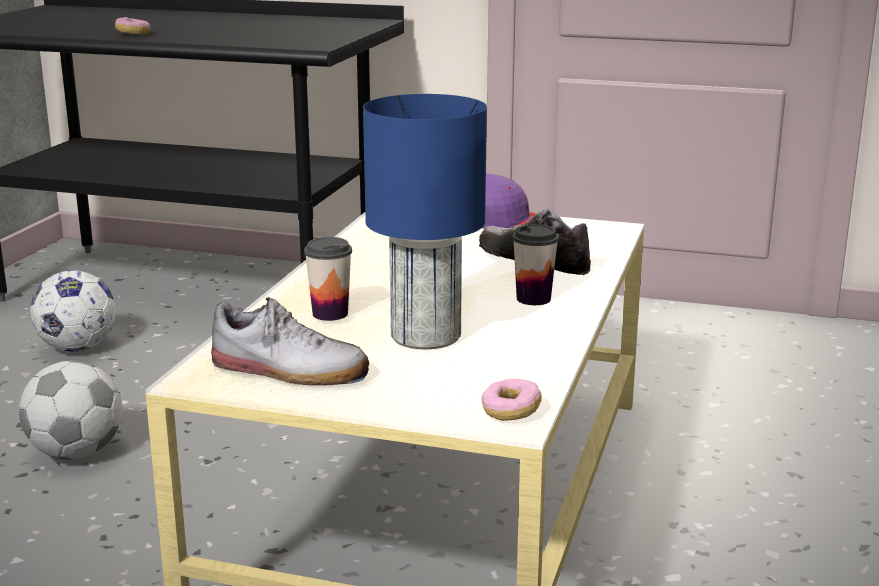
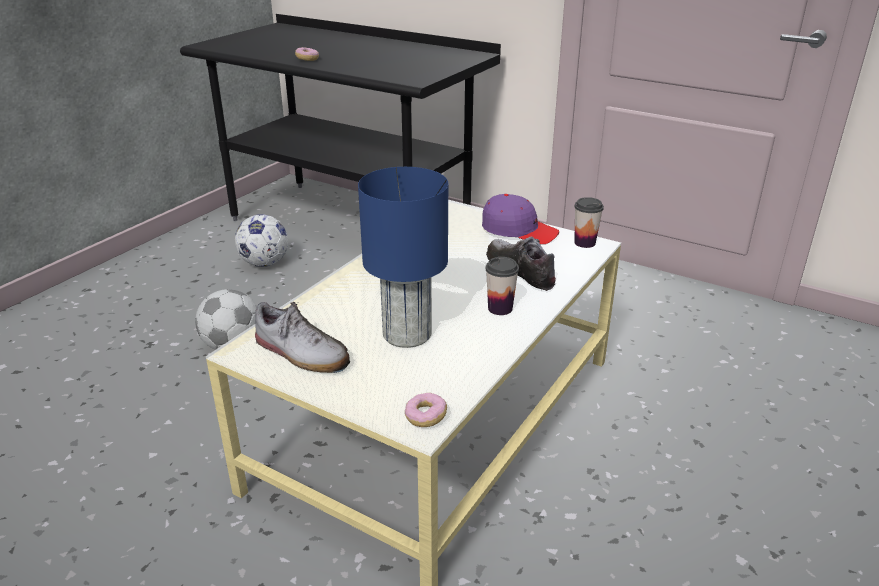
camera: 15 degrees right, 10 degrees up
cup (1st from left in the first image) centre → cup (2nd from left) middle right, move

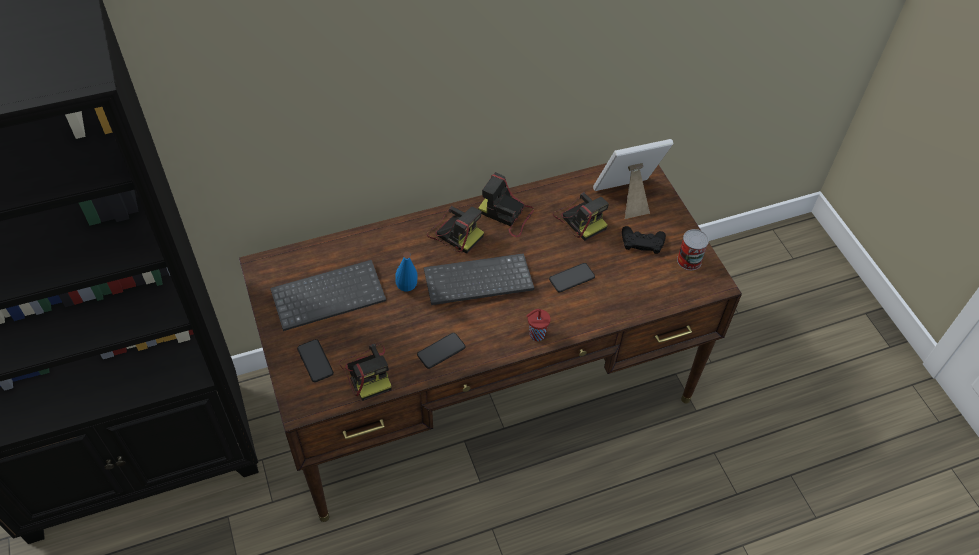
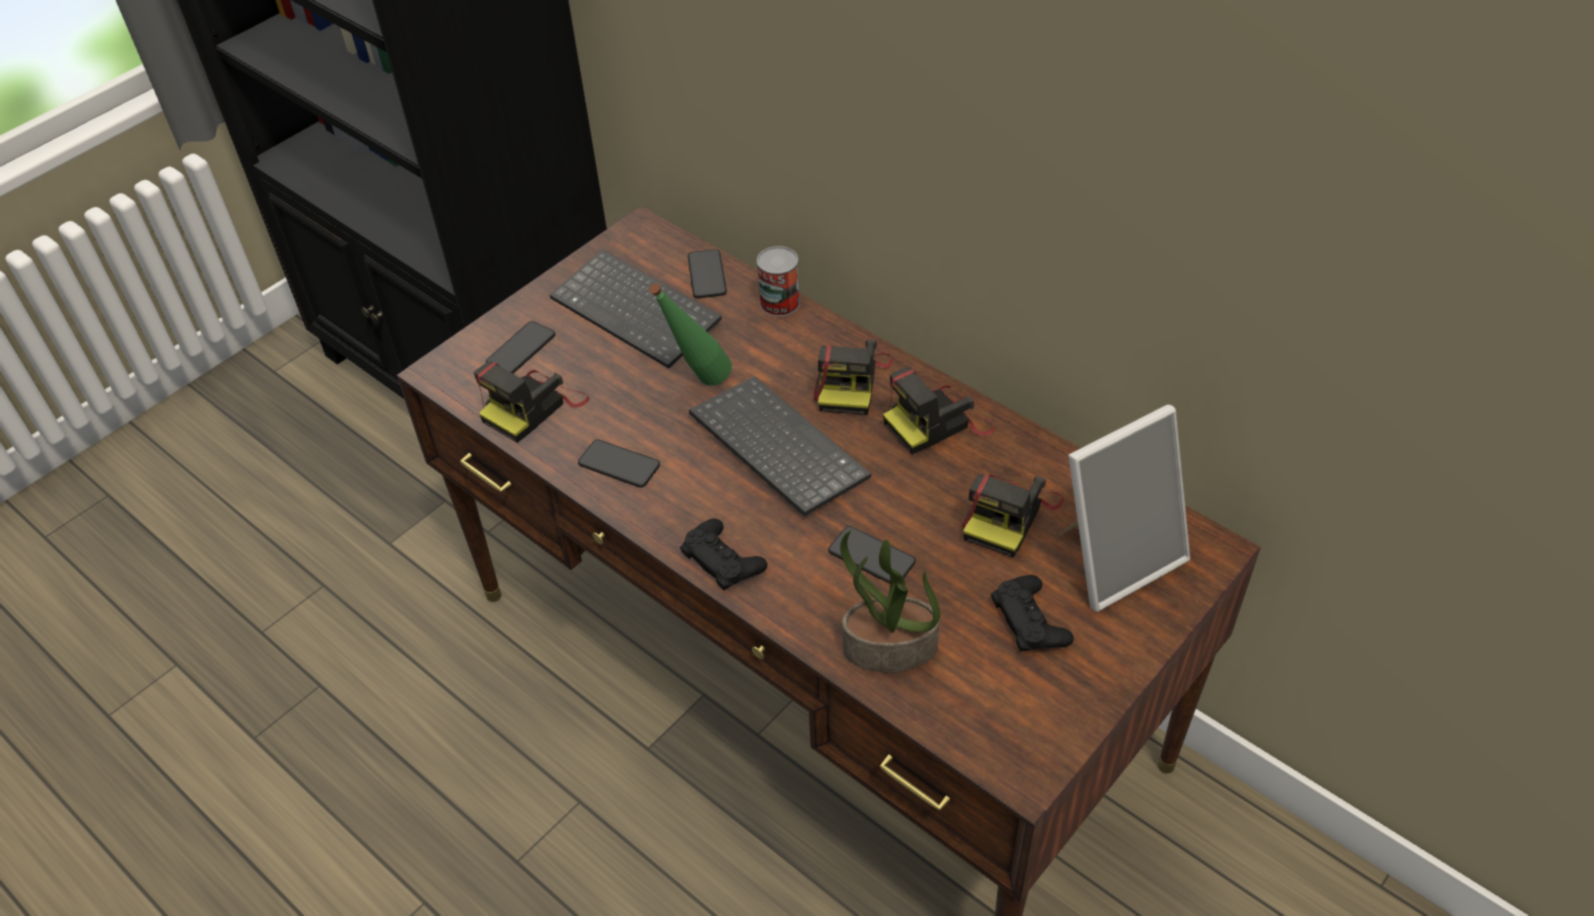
camera: 65 degrees right, 5 degrees down
bottle in blue centre → bottle in green centre
photo camera (3rd from left) centre, 120 degrees counterclockwise
cup in red centre → game controller in black (1st from left) centre
picture frame top centre → picture frame middle right, 105 degrees clockwise
can middle right → can top centre, move
- → phone (3rd from left) top centre
- → potted plant centre

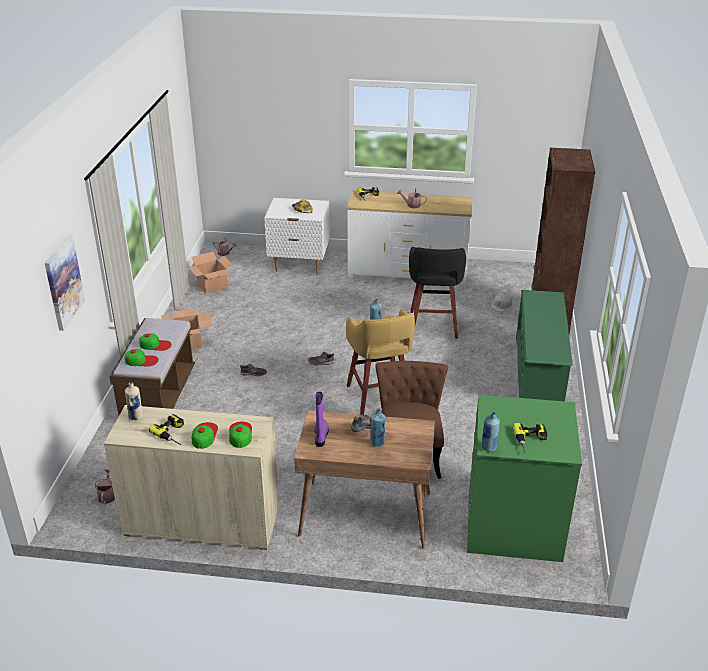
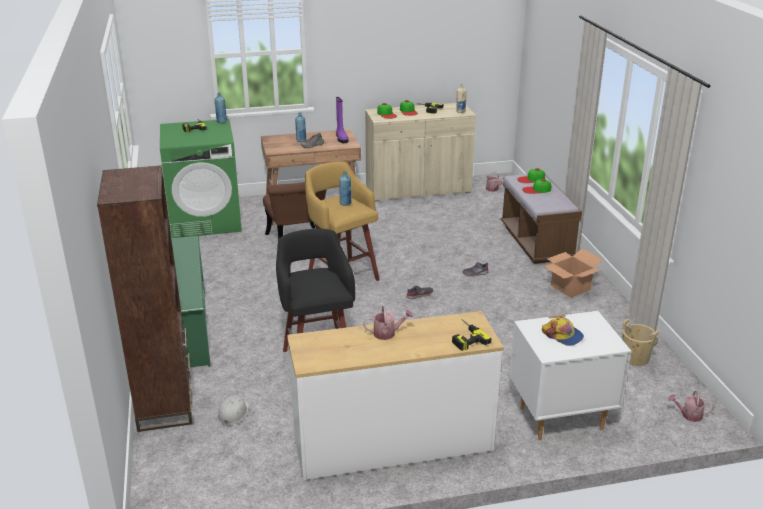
camera: 160 degrees right, 5 degrees down
picture middle left → -
cardboard box (2nd from left) middle left → bucket in beige bottom right

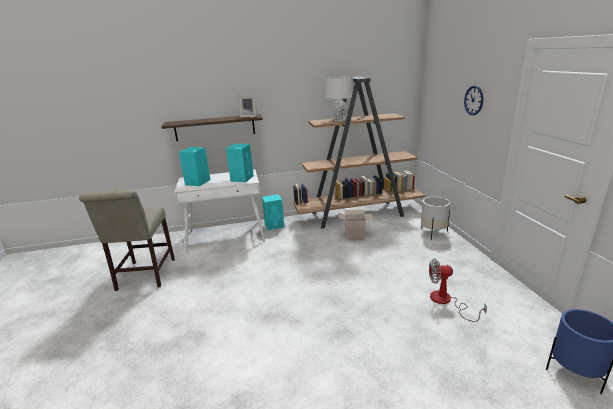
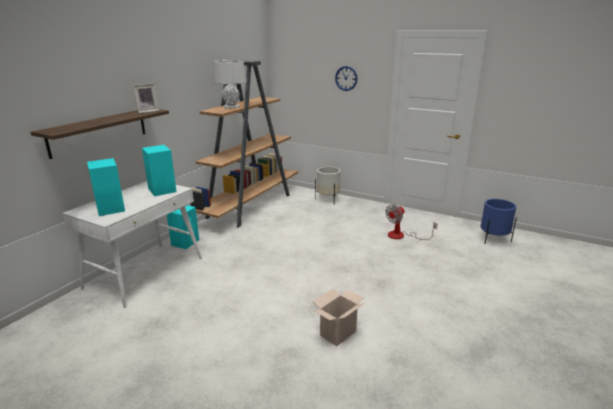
camera: 50 degrees left, 0 degrees up
chair in beige middle left → -
cardboard box centre → cardboard box bottom centre, move

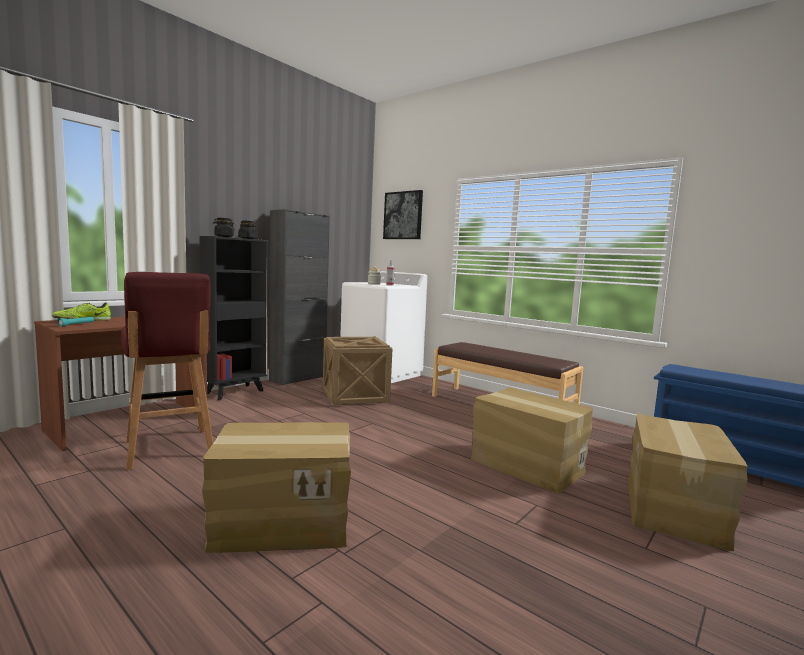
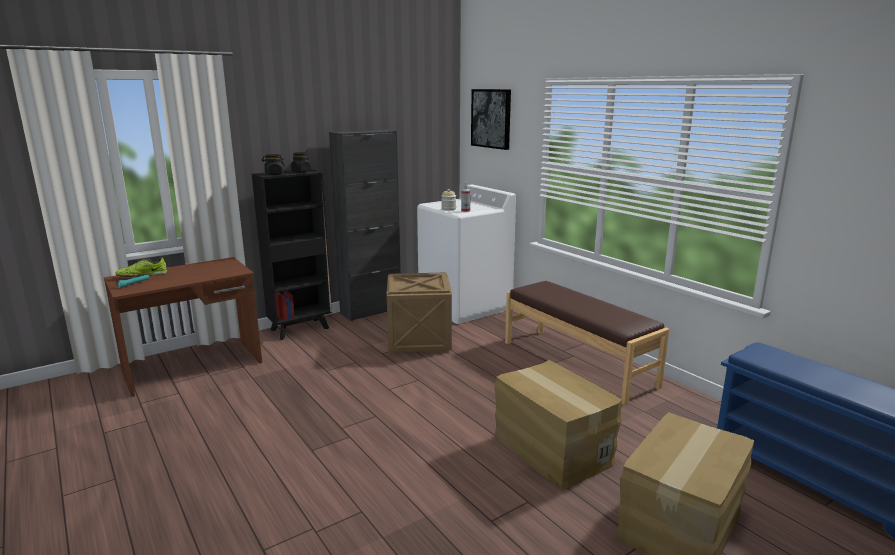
camera: 15 degrees right, 10 degrees up
stool in red middle left → -
cardboard box (1st from left) bottom centre → -

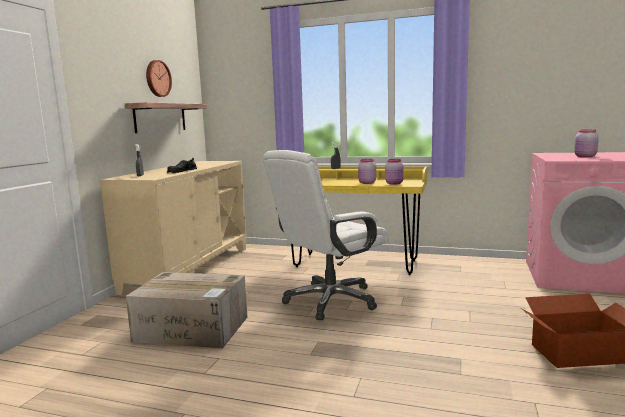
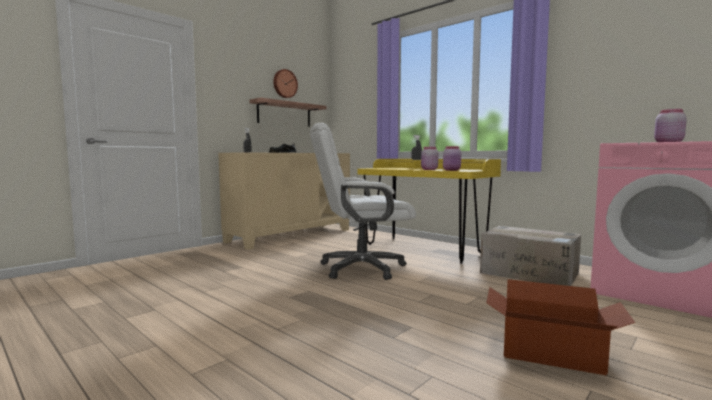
camera: 25 degrees right, 5 degrees down
cardboard box (1st from left) bottom left → cardboard box (1st from left) middle right, move

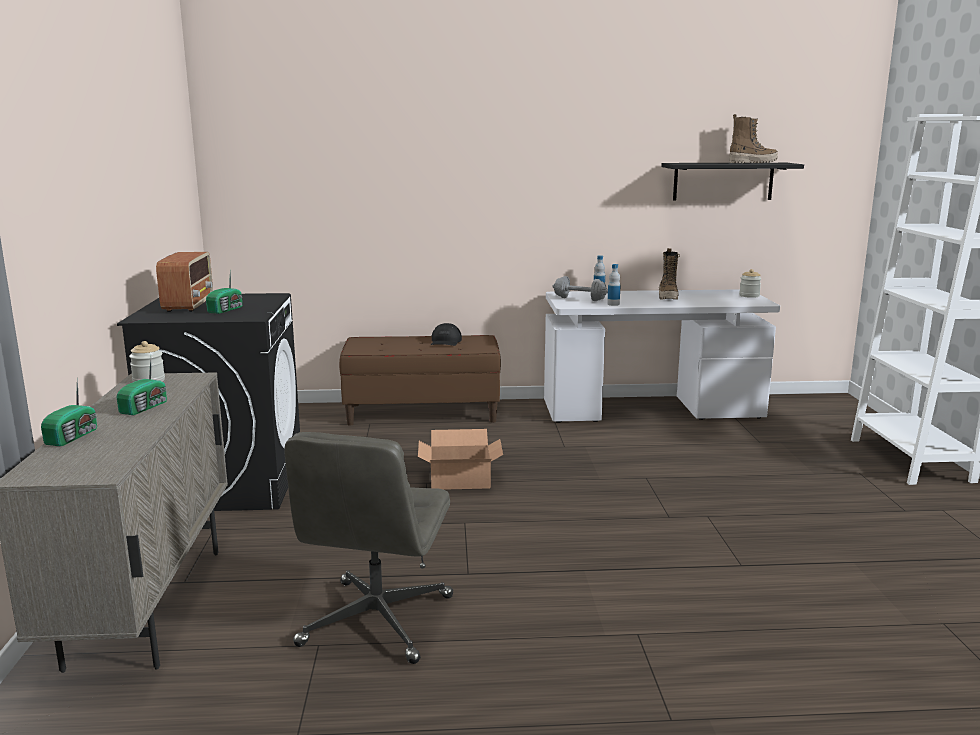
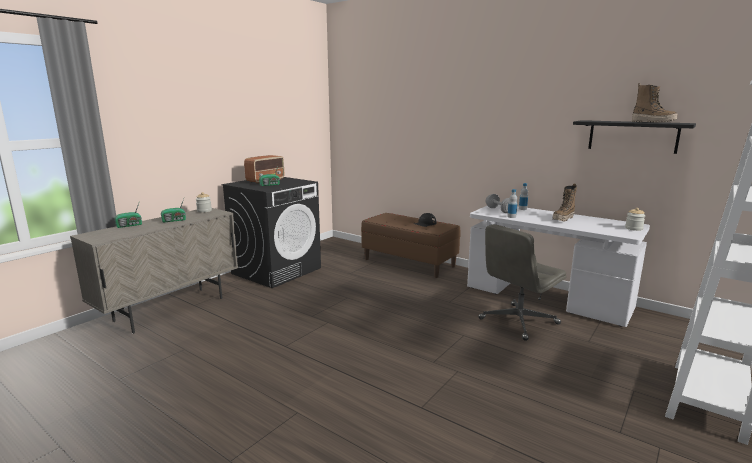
camera: 40 degrees right, 0 degrees up
office chair in grey bottom centre → office chair in grey middle right, move
cardboard box centre → -

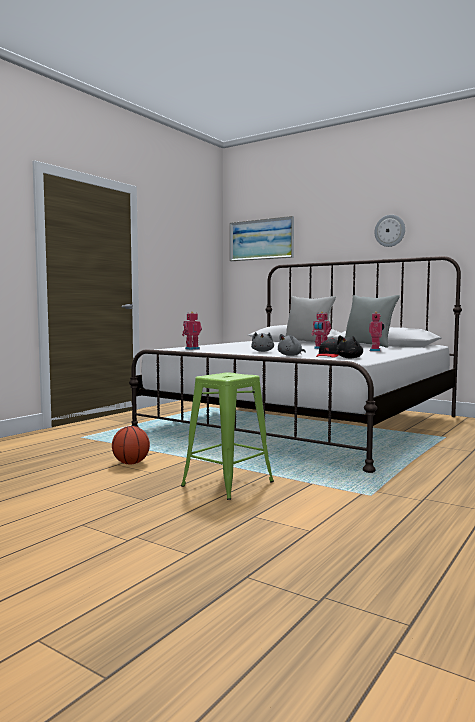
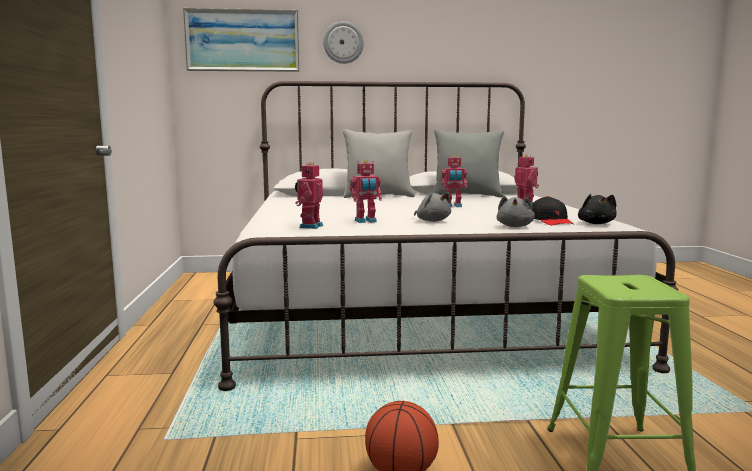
camera: 40 degrees left, 5 degrees up
wall clock top right → wall clock top centre, move
- → toy robot (2nd from left) centre

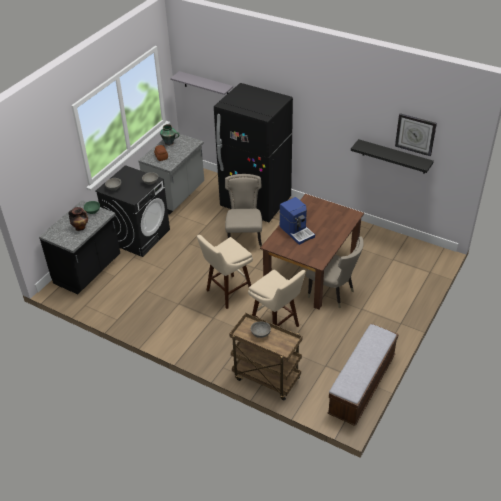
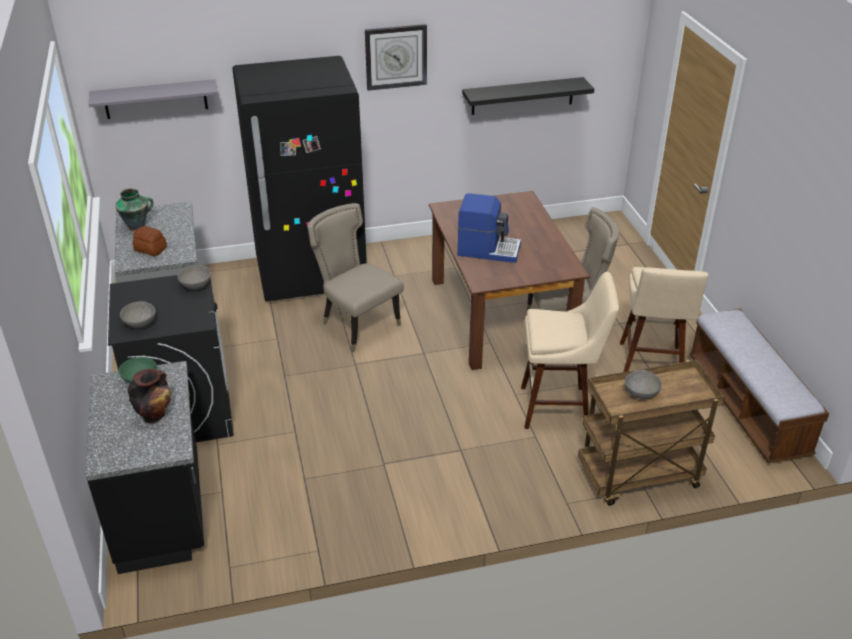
camera: 45 degrees left, 5 degrees down
stool in beige (1st from left in the first image) centre → stool in beige (2nd from left) middle right, move
wall clock top right → wall clock top centre, move

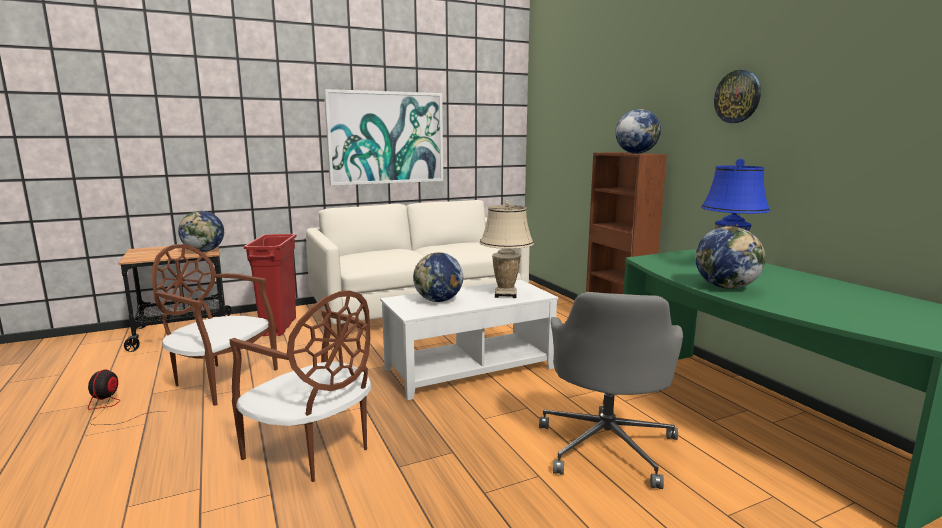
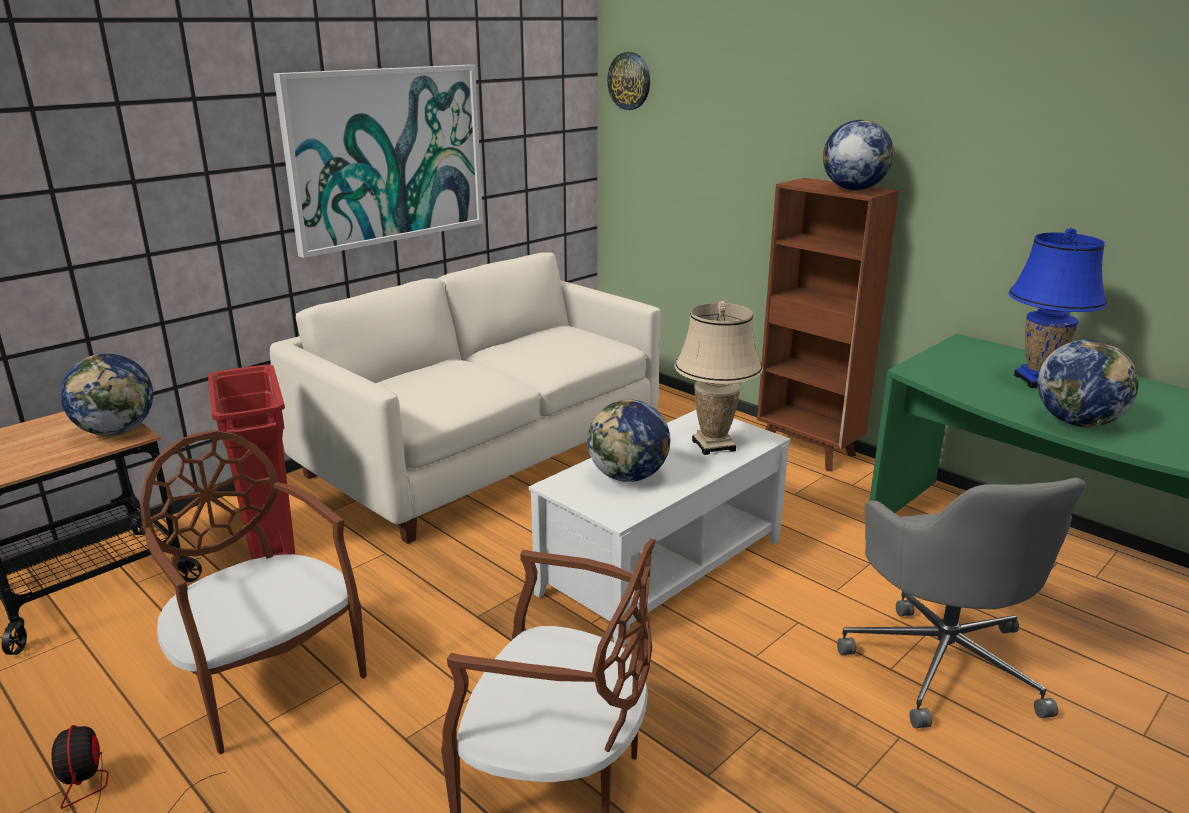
camera: 20 degrees left, 10 degrees up
chair in brown (1st from left) middle left → chair in brown (1st from left) bottom left, 45 degrees clockwise
wall clock top right → wall clock top centre, move

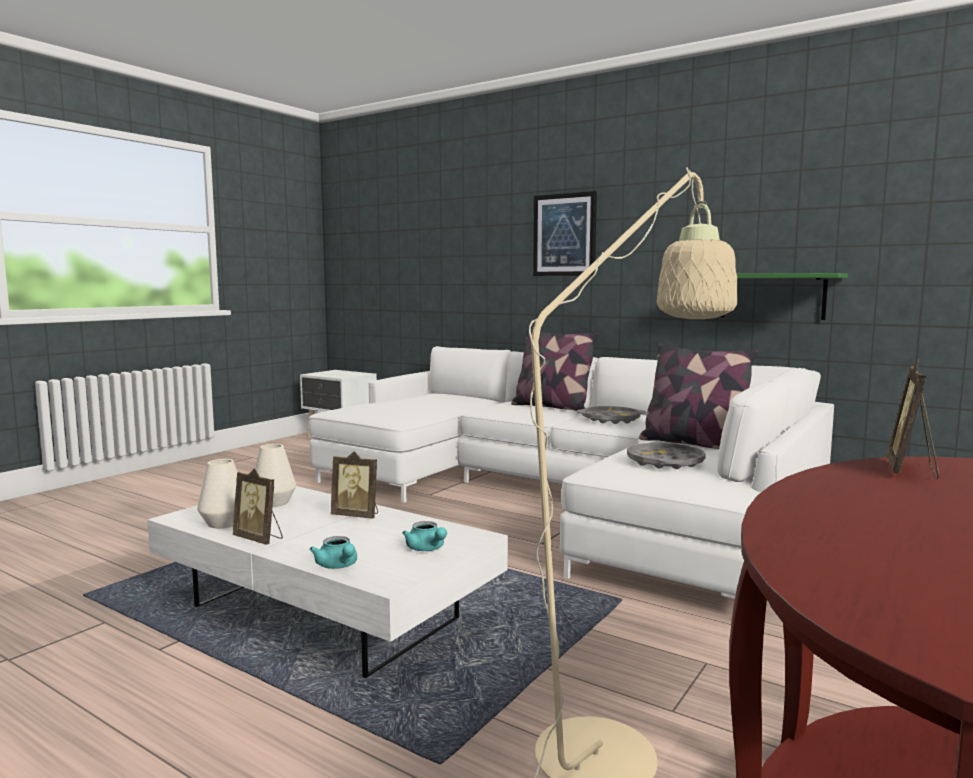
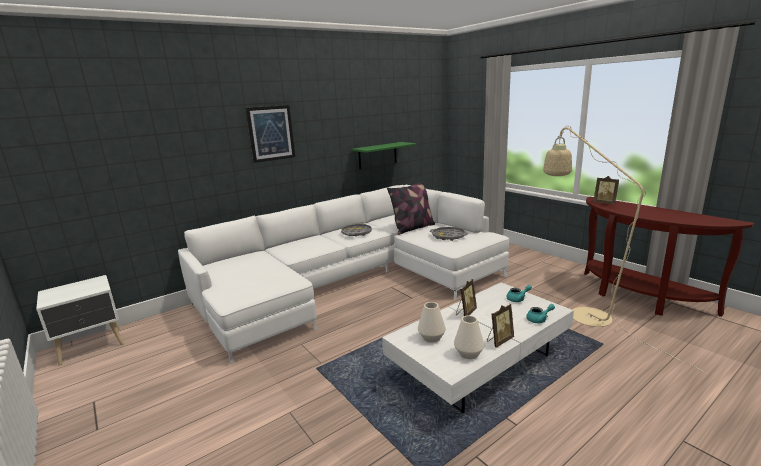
camera: 70 degrees left, 10 degrees up
pillow (1st from left) centre → -

